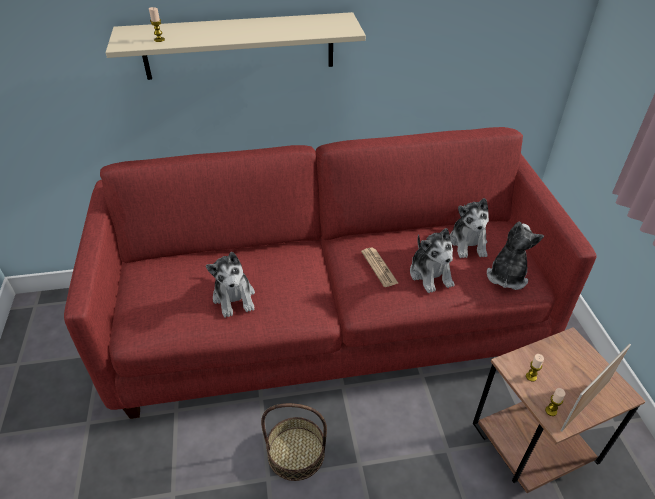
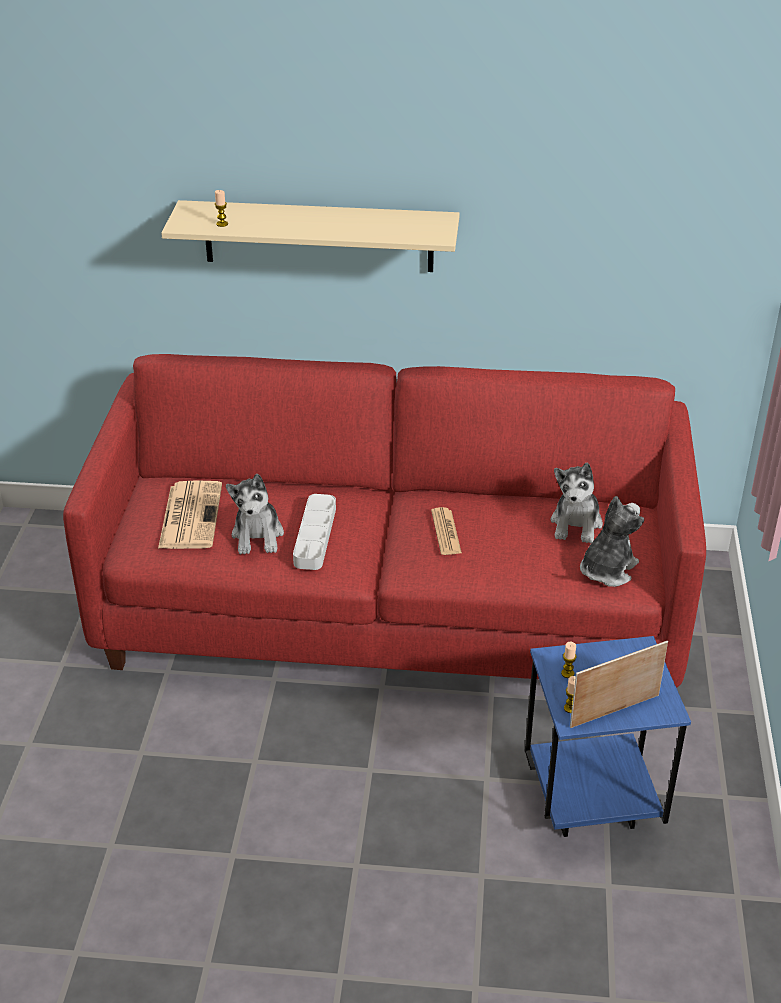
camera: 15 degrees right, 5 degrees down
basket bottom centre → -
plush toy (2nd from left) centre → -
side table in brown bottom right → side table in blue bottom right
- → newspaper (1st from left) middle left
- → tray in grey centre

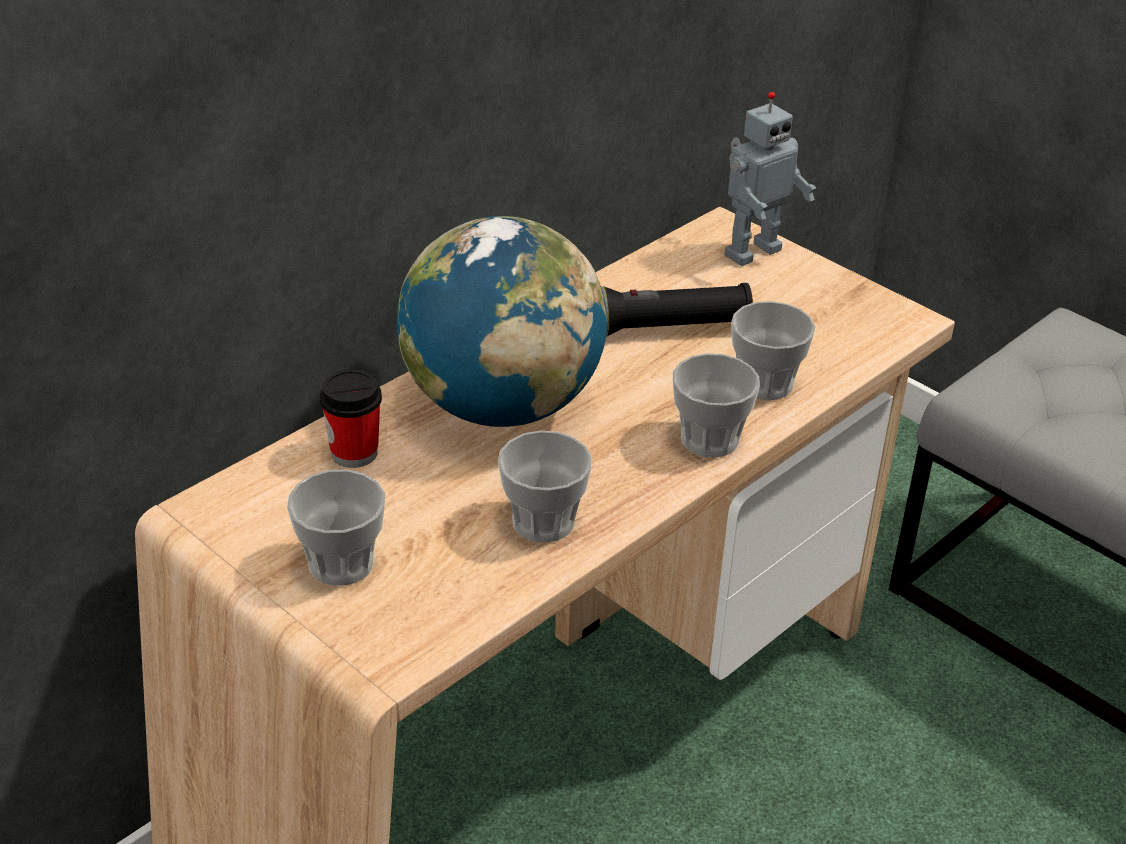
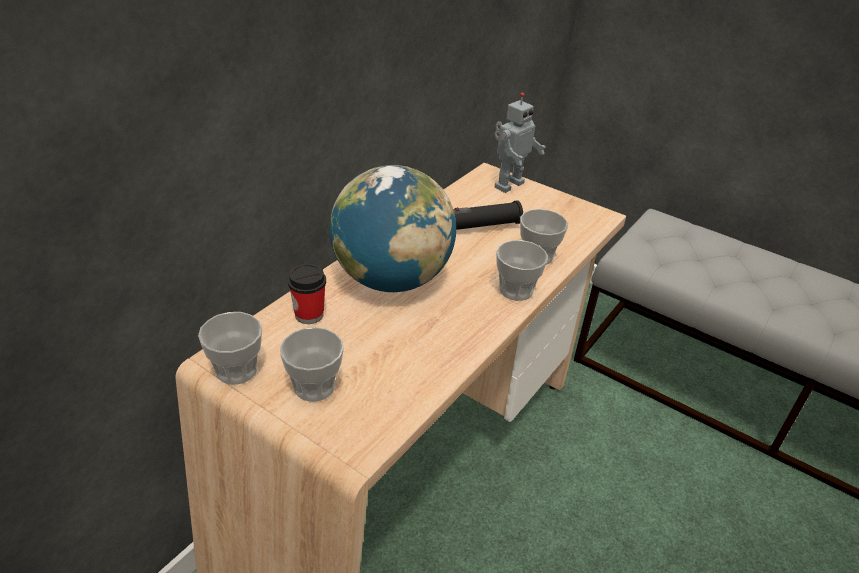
camera: 10 degrees left, 0 degrees up
cup (3rd from left in the first image) centre → cup (1st from left) middle left, move

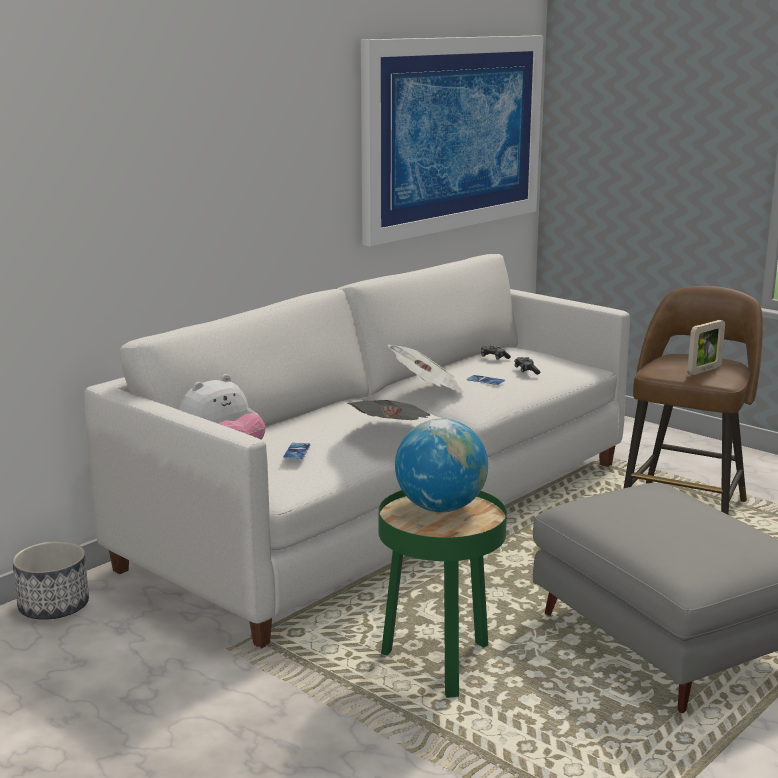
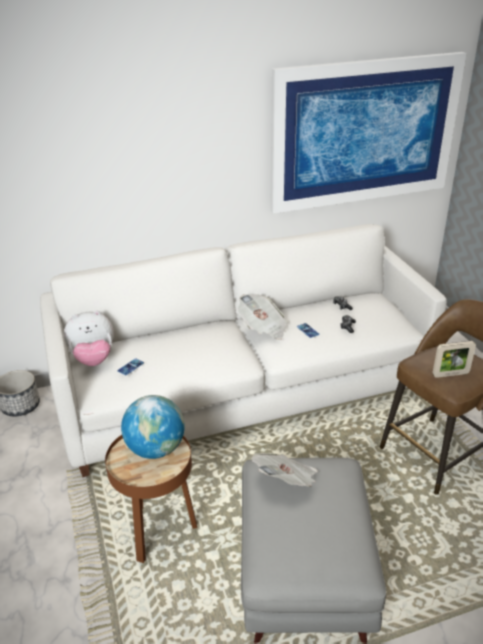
camera: 30 degrees right, 15 degrees up
newspaper (1st from left in the first image) centre → newspaper (2nd from left) bottom centre, move
side table in green bottom centre → side table in brown bottom left

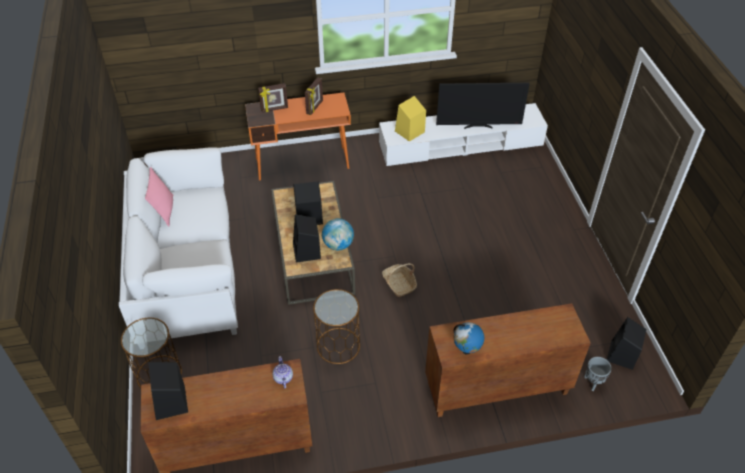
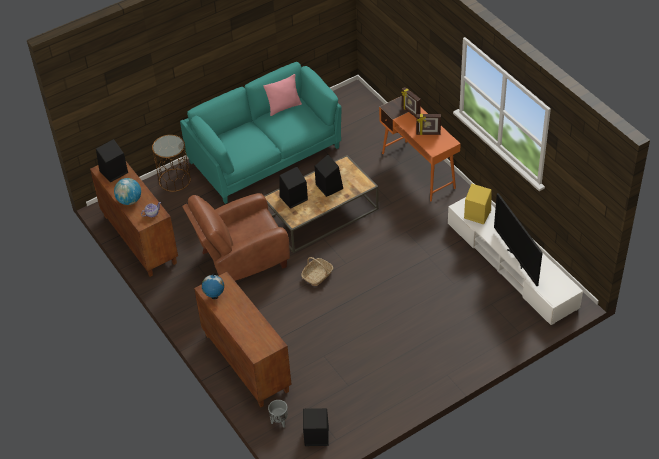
camera: 70 degrees right, 0 degrees up
sofa in white middle left → sofa in turquoise top centre
side table in brown (2nd from left) bottom centre → armchair in brown centre
globe (1st from left) centre → globe (1st from left) middle left, move

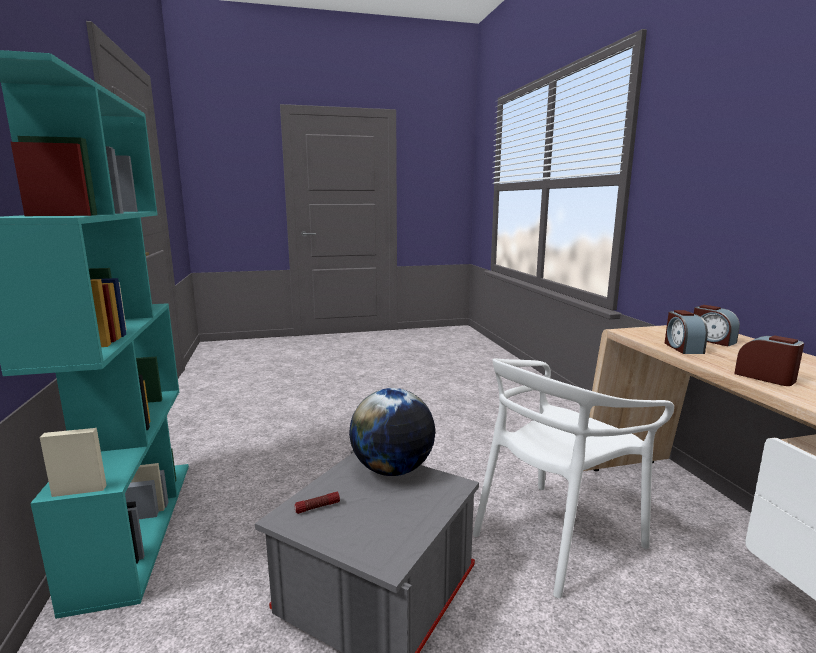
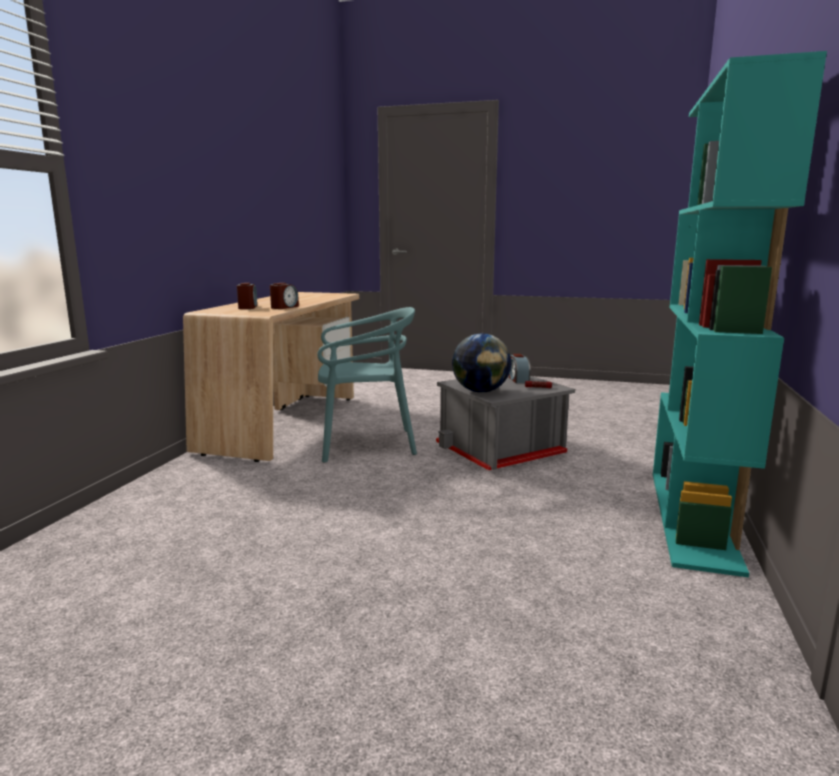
camera: 150 degrees left, 0 degrees up
chair in white bottom right → chair in turquoise centre
alarm clock (3rd from left) middle right → alarm clock (3rd from left) centre, move

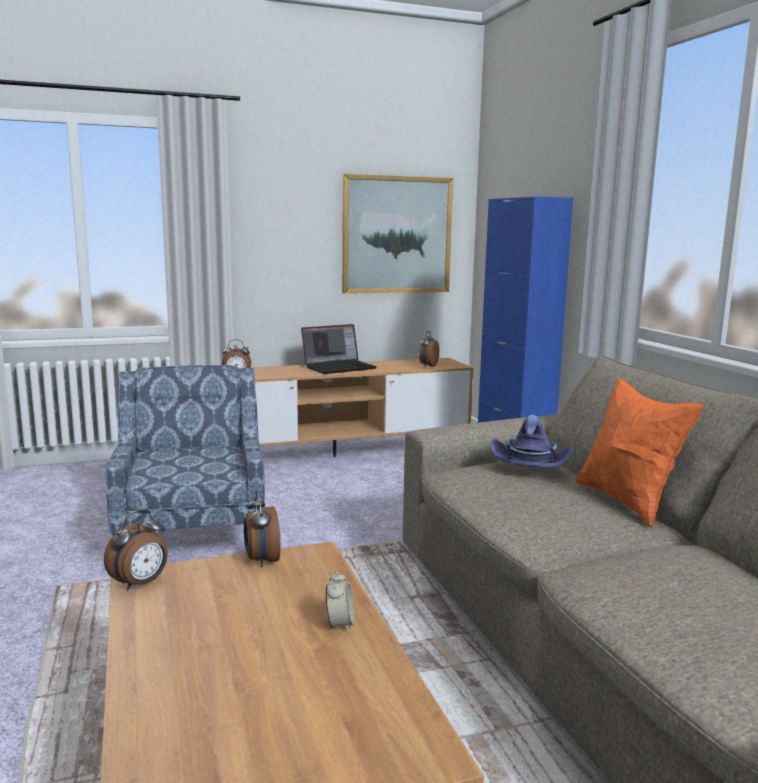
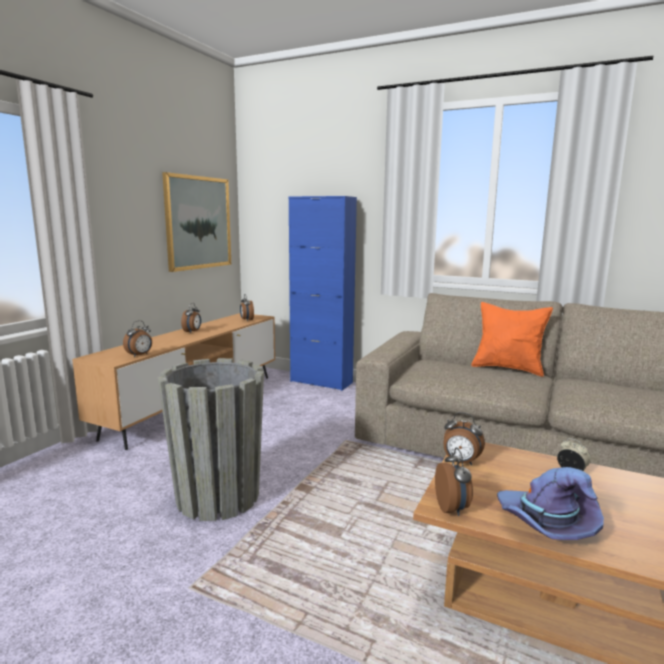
camera: 45 degrees left, 0 degrees up
armchair in blue middle left → planter in grey middle left
laptop centre → alarm clock (2nd from left) middle left
hat in purple middle right → hat in purple bottom right, move

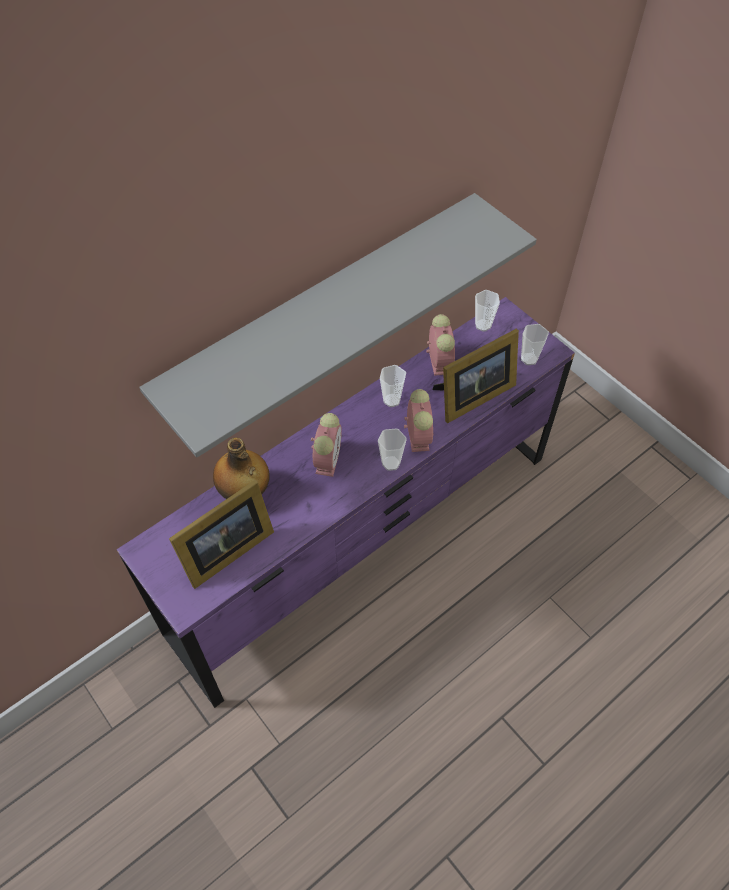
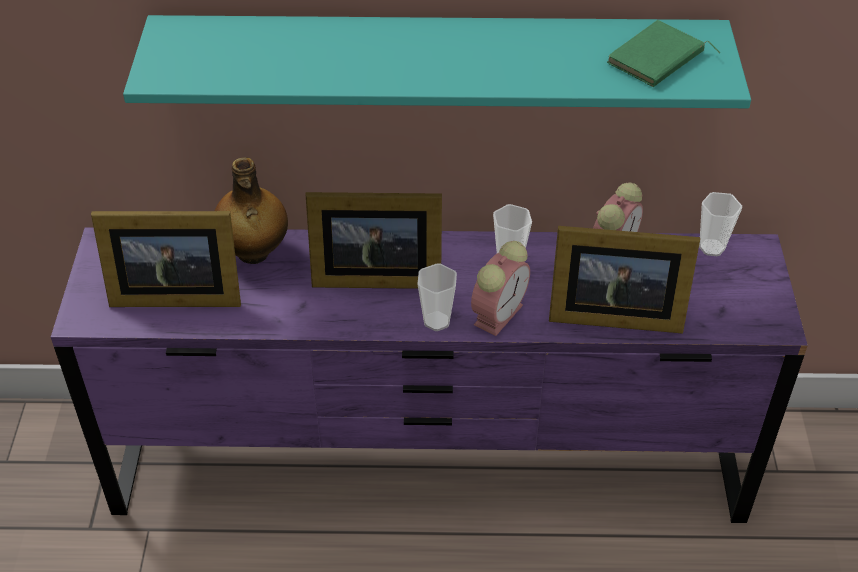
camera: 40 degrees right, 10 degrees down
shelf in grey centre → shelf in turquoise top centre
alarm clock (1st from left) centre → picture frame (2nd from left) centre
cup (4th from left) middle right → -
- → book in green top right

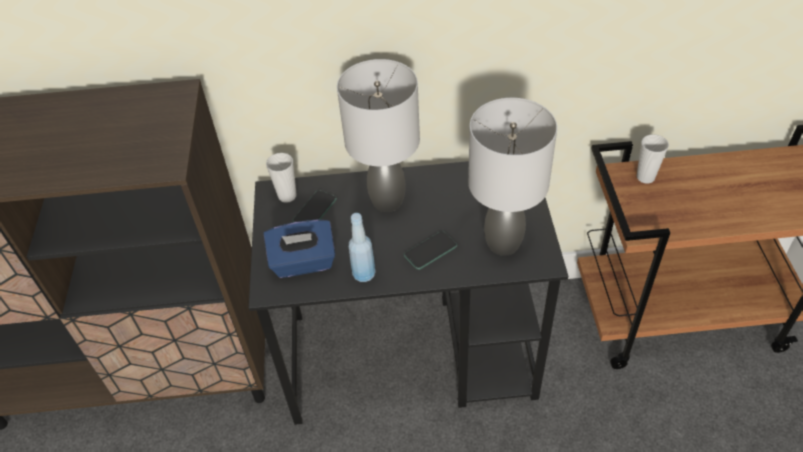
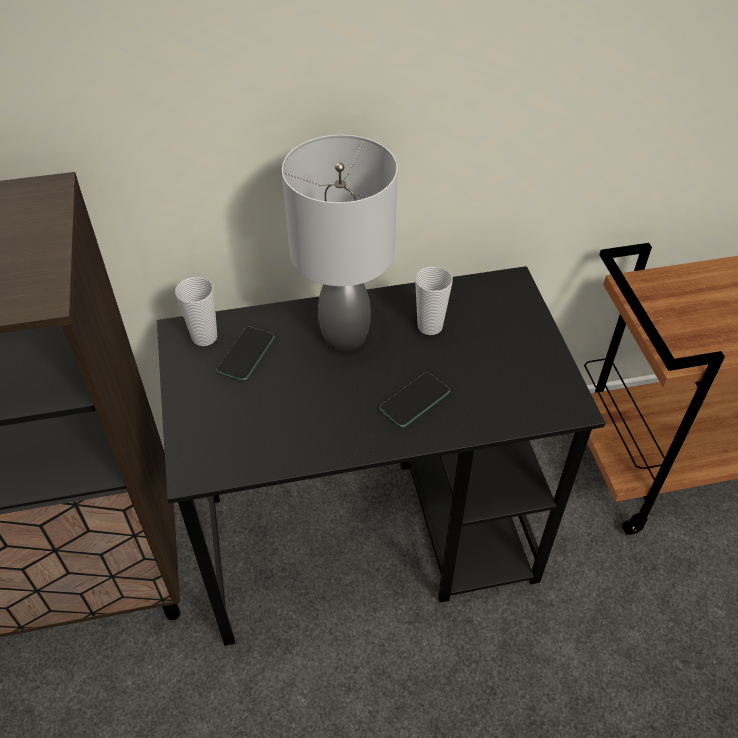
camera: 10 degrees left, 0 degrees up
tissue box in blue centre → -
bottle in blue centre → -
table lamp in grey (2nd from left) centre → -
cup (2nd from left) middle right → cup (2nd from left) centre, move

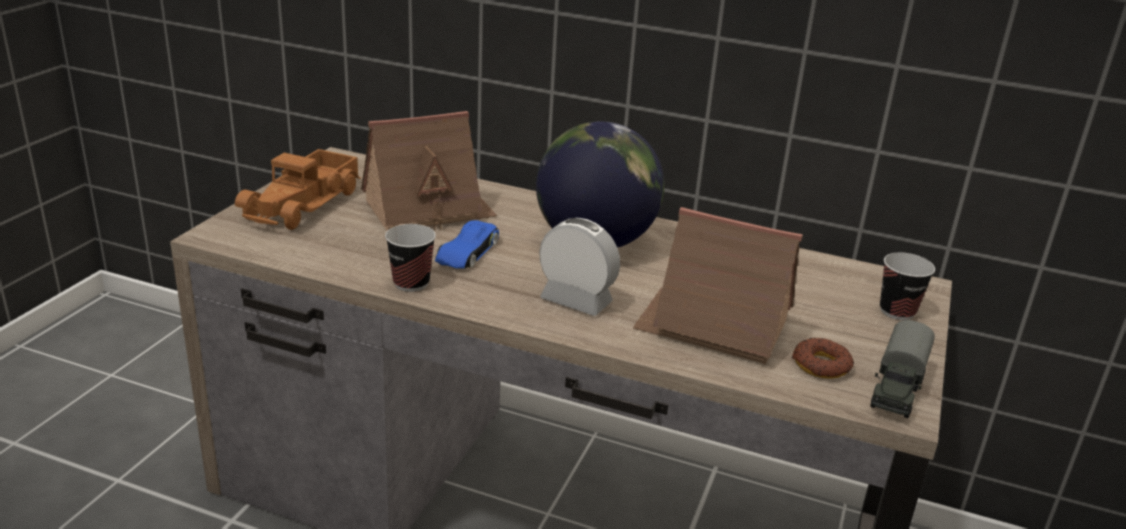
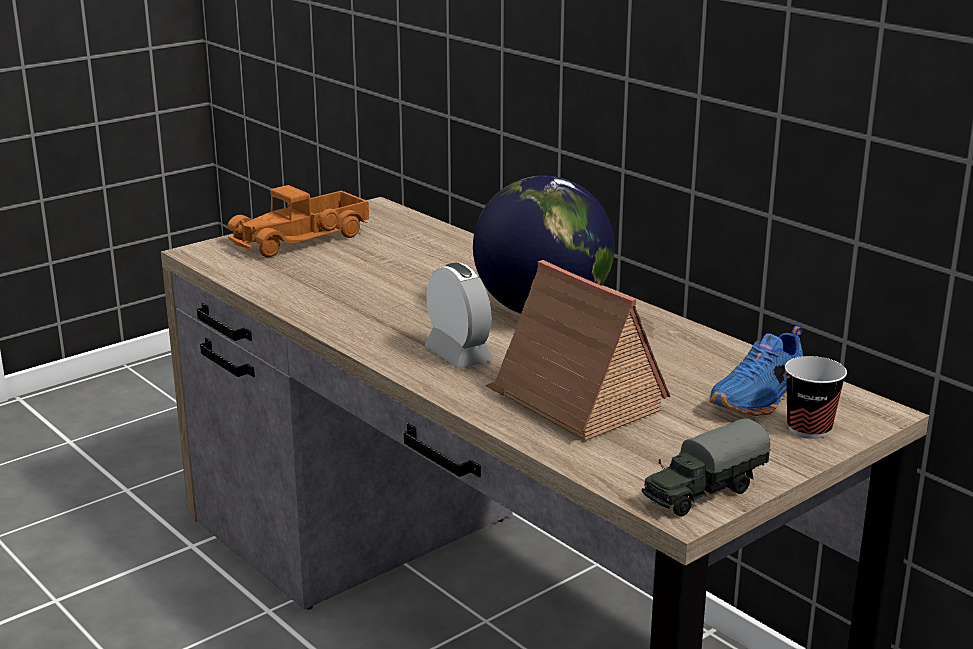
camera: 30 degrees right, 5 degrees down
toy house (1st from left) top centre → -
cup (1st from left) centre → -
toy car in blue centre → -
donut bottom right → -
- → shoe in blue middle right

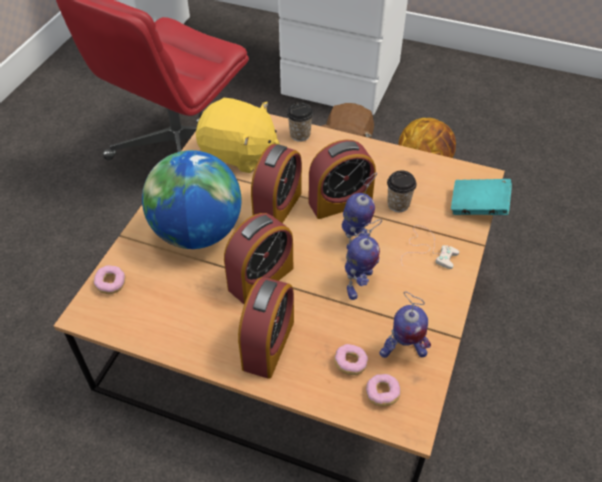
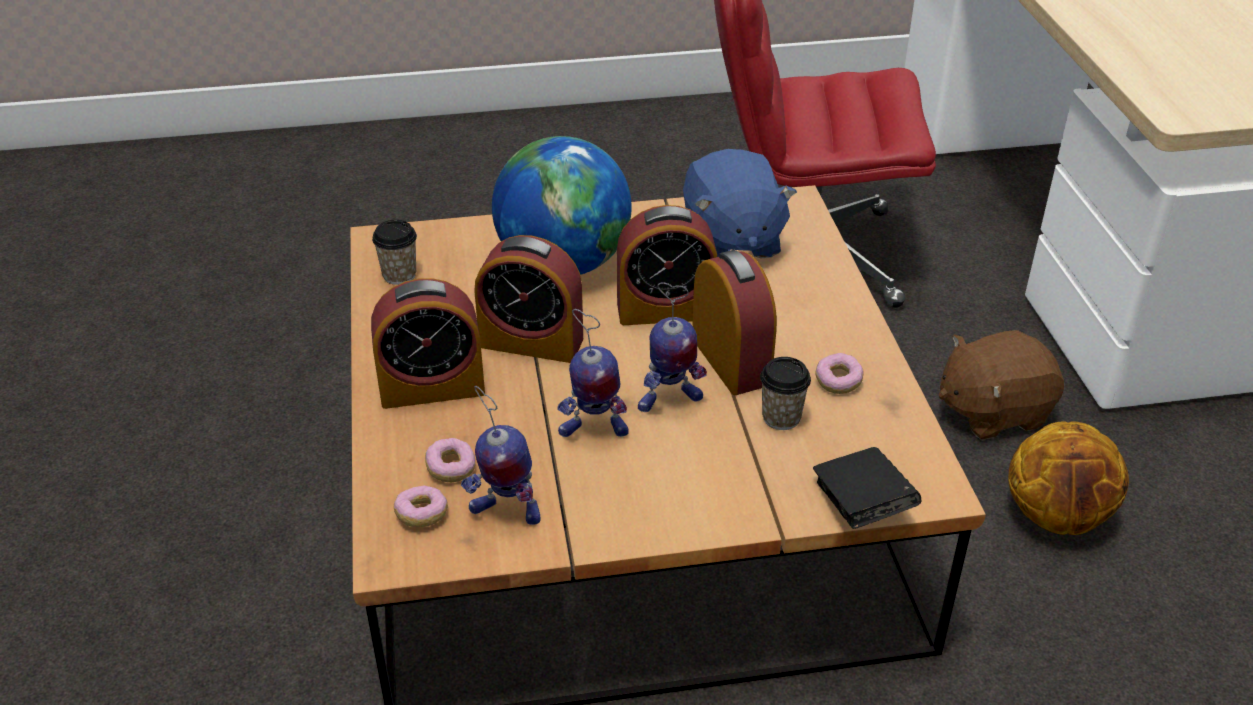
camera: 60 degrees right, 10 degrees down
donut (1st from left in the first image) middle left → donut (3rd from left) middle right, move
plush toy in yellow top centre → plush toy in blue top centre
cup (1st from left) top centre → cup (1st from left) middle left, move
alarm clock (4th from left) centre, 150 degrees counterclockwise
toy robot (3rd from left in the first image) bottom right → toy robot (1st from left) centre, 45 degrees counterclockwise
game controller in white middle right → -
book in turquoise middle right → book in black bottom right

